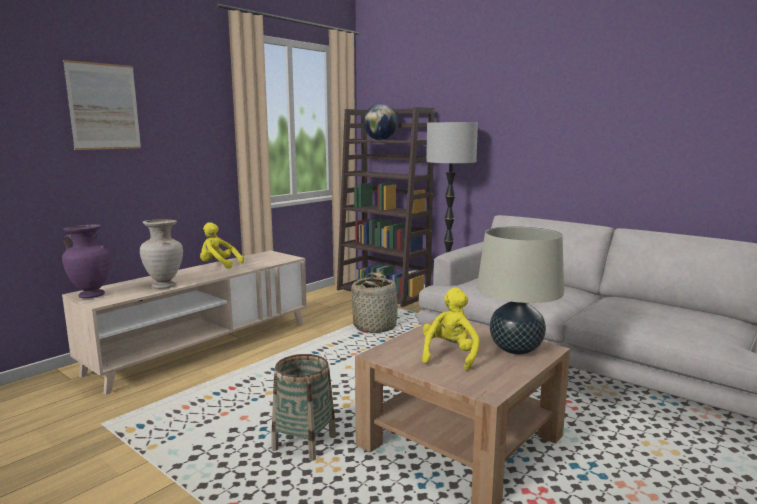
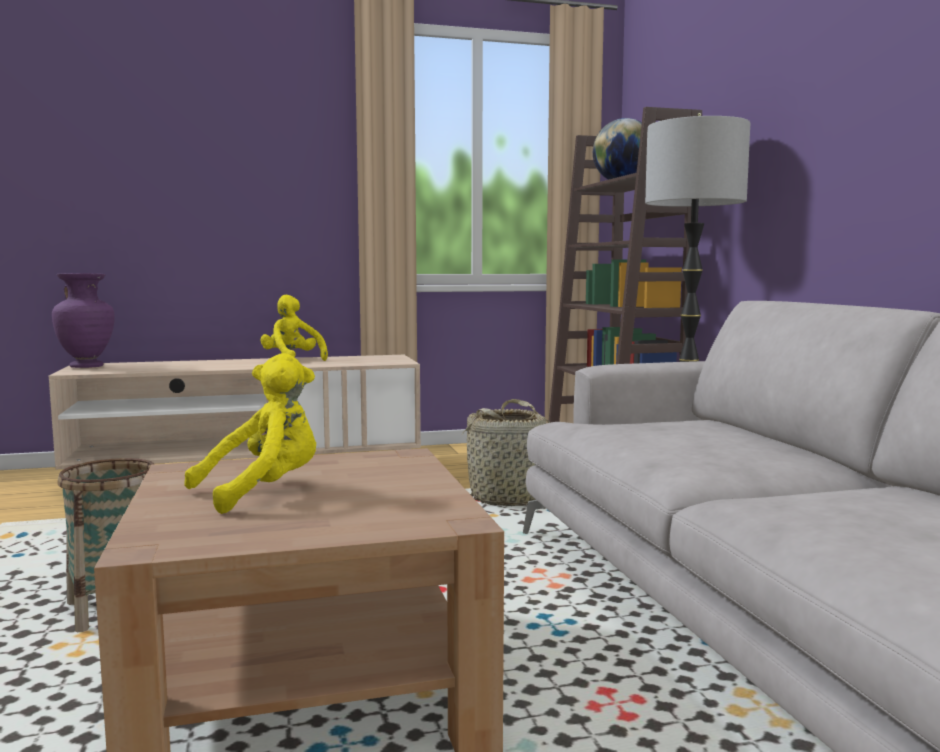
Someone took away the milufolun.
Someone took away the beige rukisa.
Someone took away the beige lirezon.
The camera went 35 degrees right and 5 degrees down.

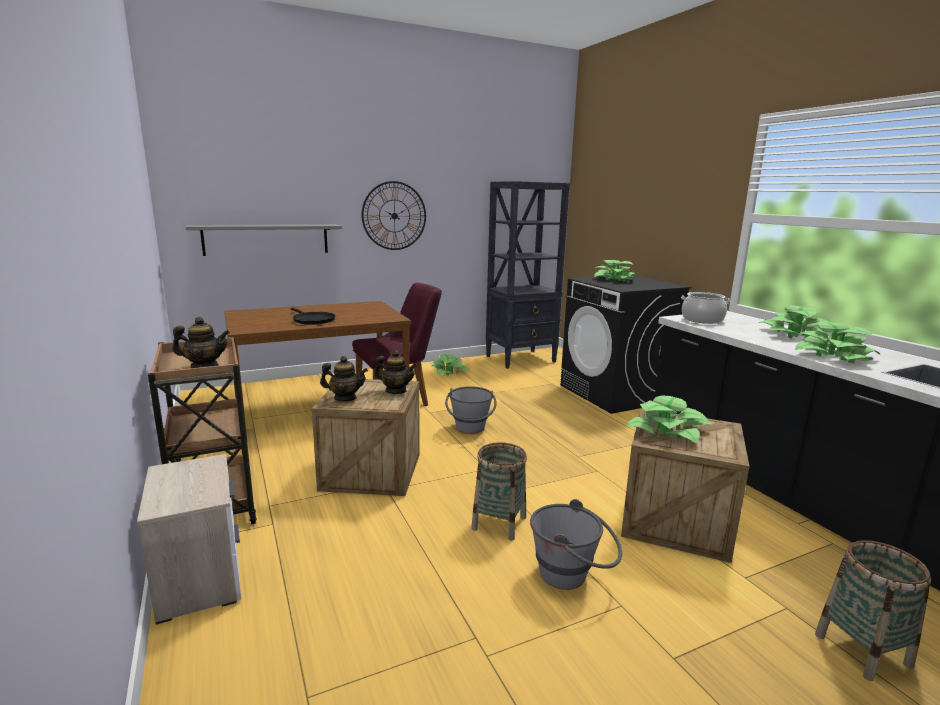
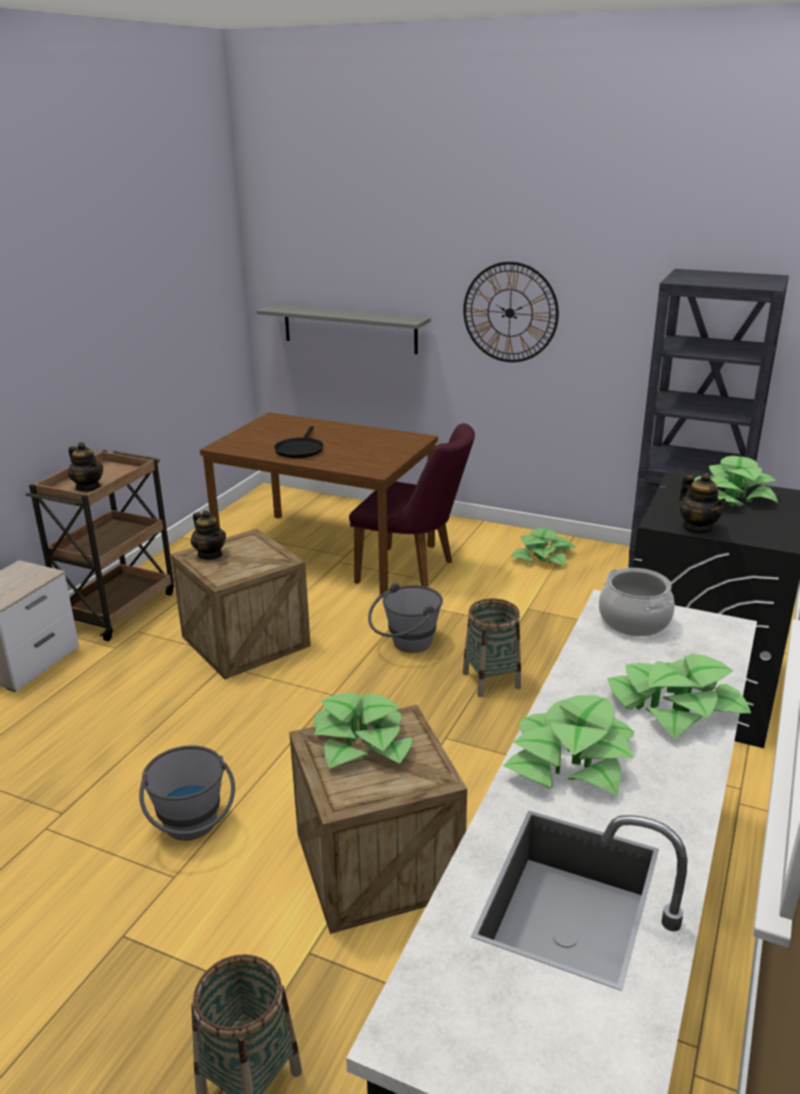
Someone carried the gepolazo (3rd from left).
Someone carried the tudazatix (1st from left in the first image).
The camera went 50 degrees right and 10 degrees up.

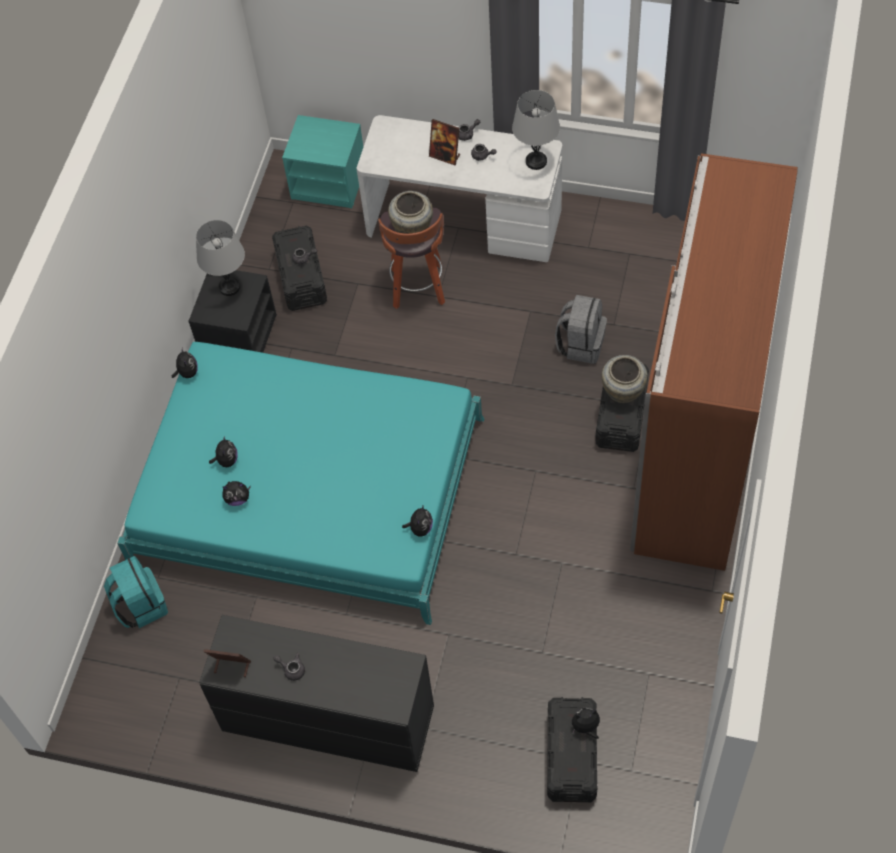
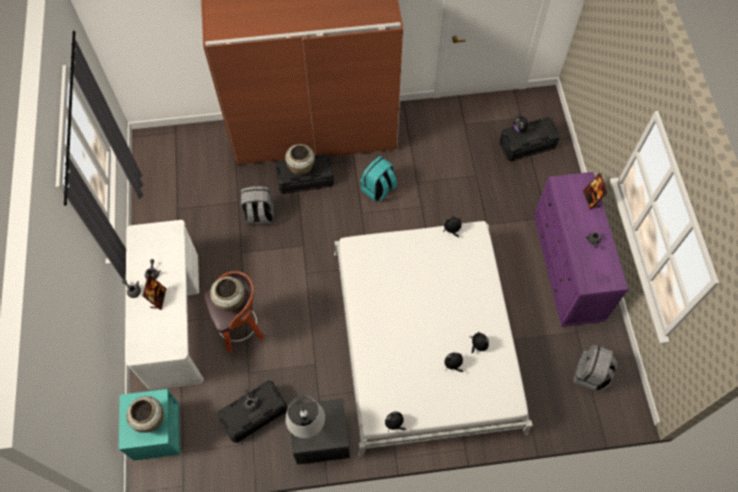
Someone carried the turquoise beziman.
Someone repainted the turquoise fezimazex, which became the white fezimazex.
Someone repainted the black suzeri, which became the purple suzeri.
Someone carried the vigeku (1st from left in the first image).
Someone took away the grey lirezon (2nd from left).
Someone put down the beige rukisa (1st from left).
Someone put down the grey beziman (2nd from left).
The camera went 115 degrees left and 5 degrees up.

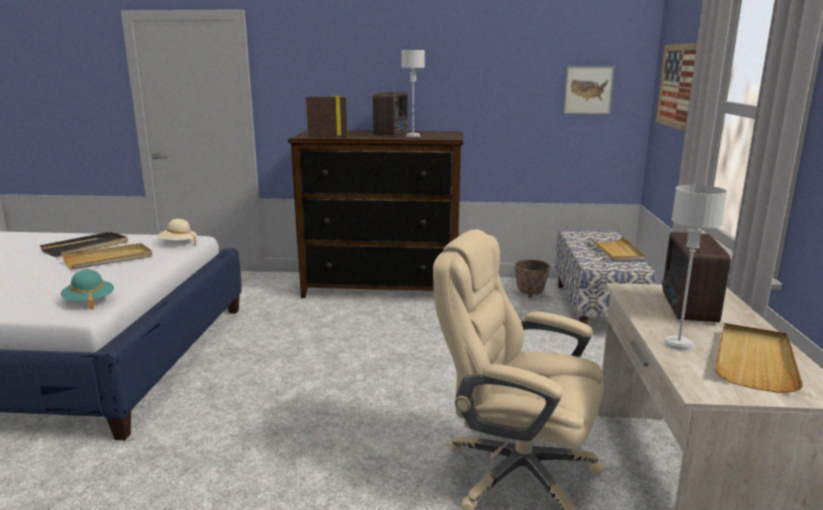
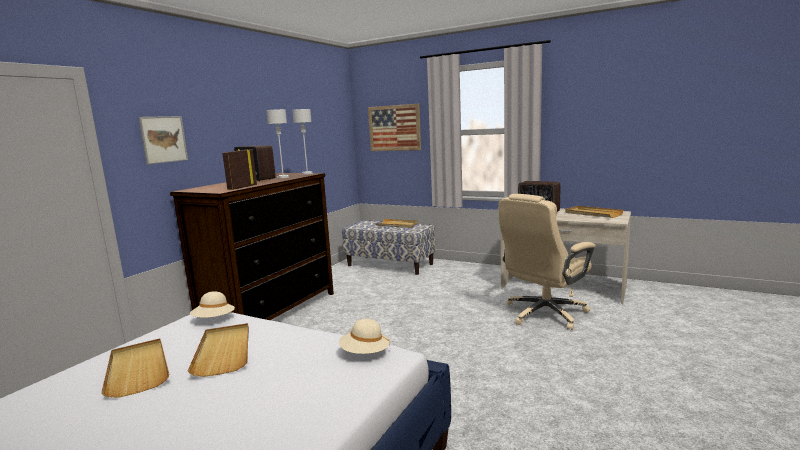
Someone repainted the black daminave, which became the beige daminave (1st from left).
Someone repainted the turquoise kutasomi, which became the beige kutasomi (2nd from left).
Someone took away the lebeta.
Someone carried the milufolun (1st from left).
Someone carried the grey lirezon (2nd from left).
The camera went 65 degrees left and 5 degrees down.

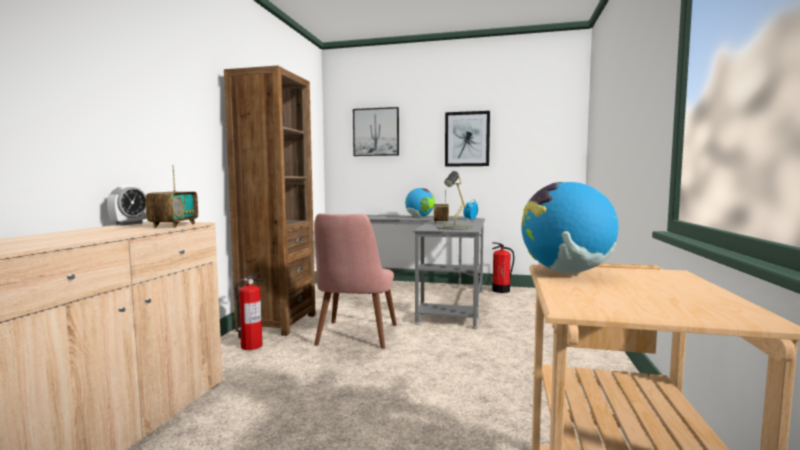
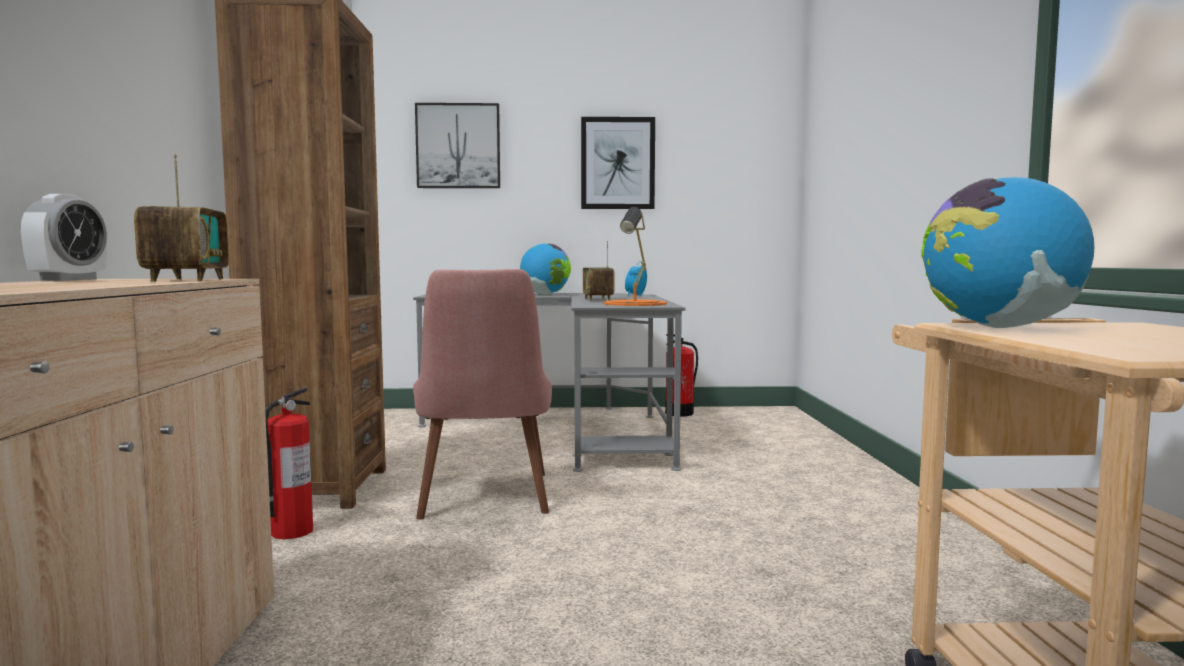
Someone repainted the grey lirezon, which became the orange lirezon.
The camera went 15 degrees left and 0 degrees up.

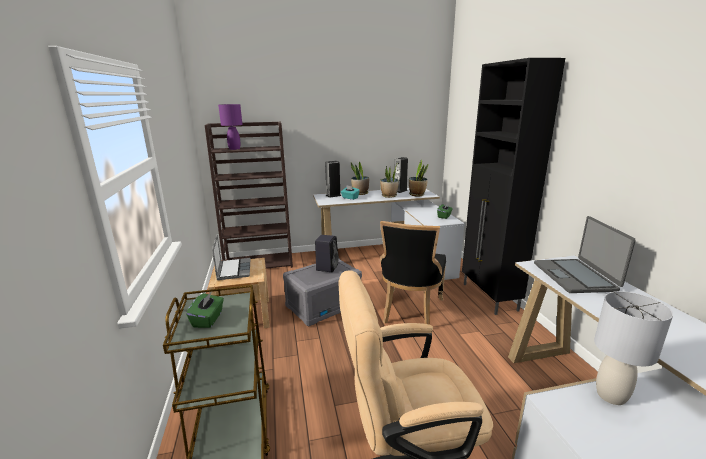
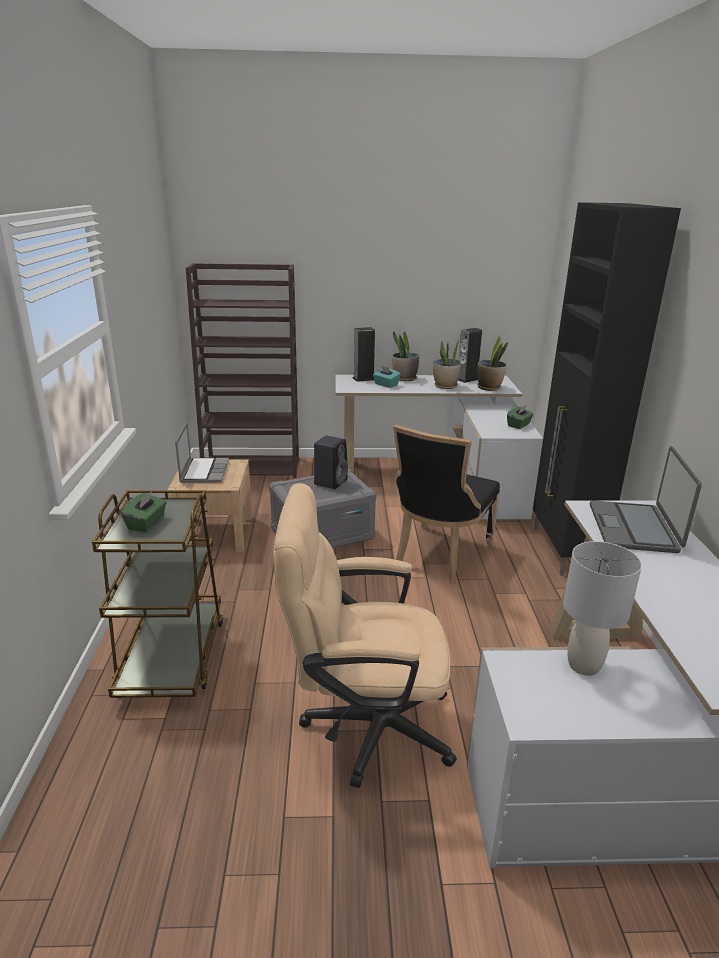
Someone took away the purple lirezon.
The camera went 10 degrees right and 5 degrees up.

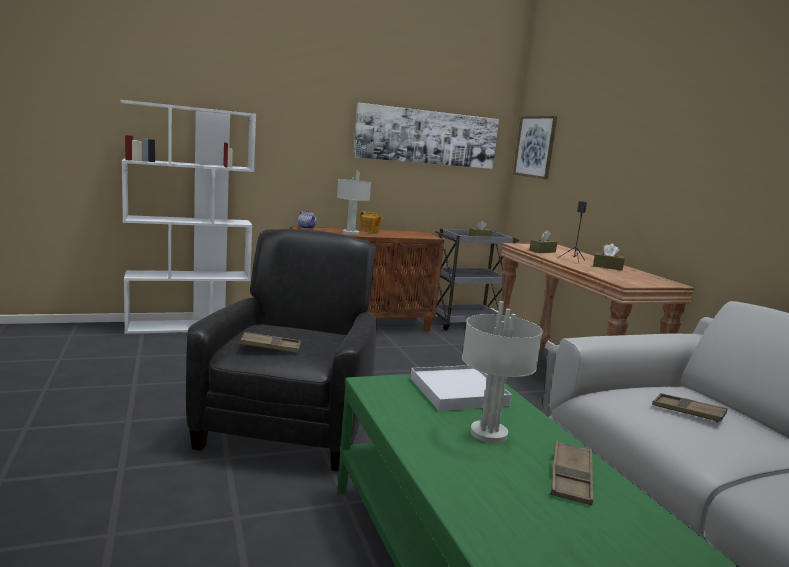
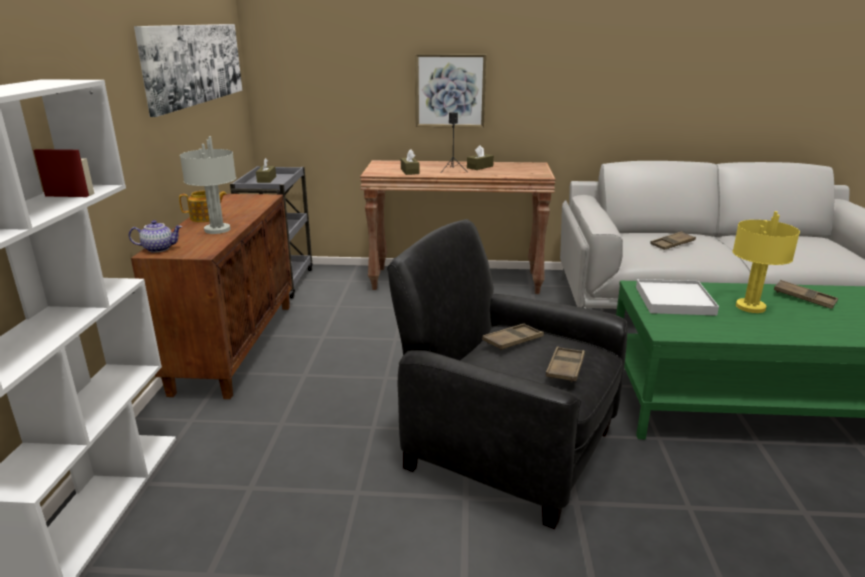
Someone repainted the grey lirezon (2nd from left), which became the yellow lirezon.
Someone carried the milufolun (2nd from left).
Someone put down the brown daminave (1st from left).
The camera went 65 degrees left and 10 degrees up.

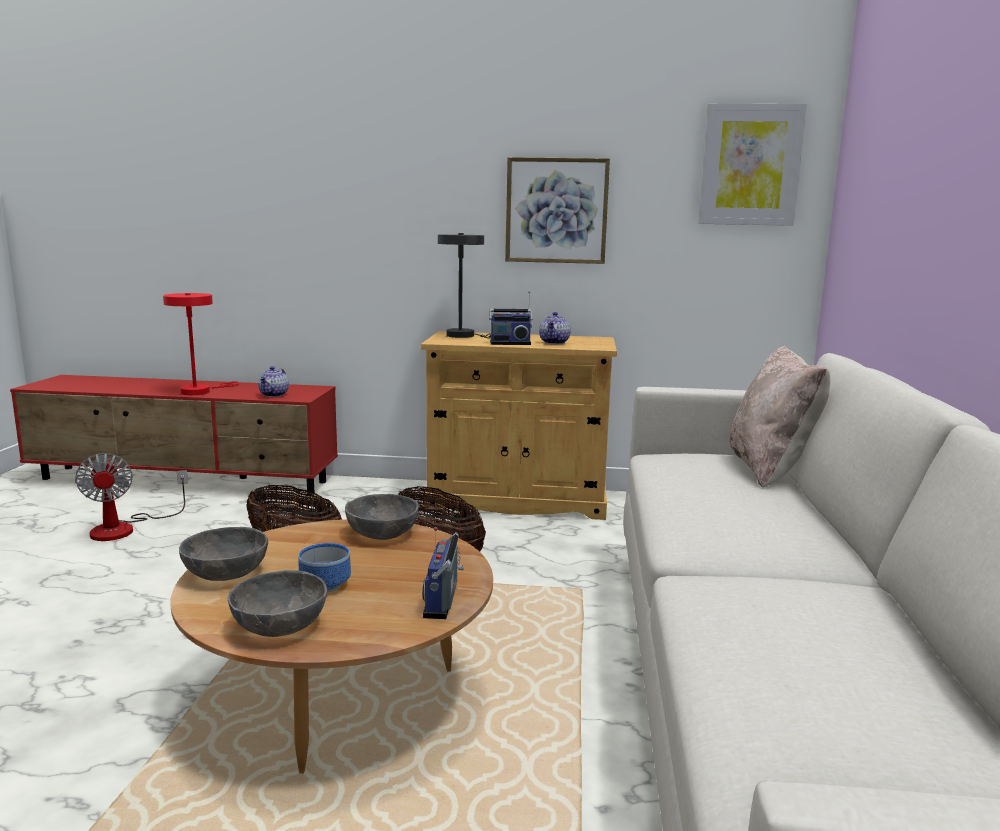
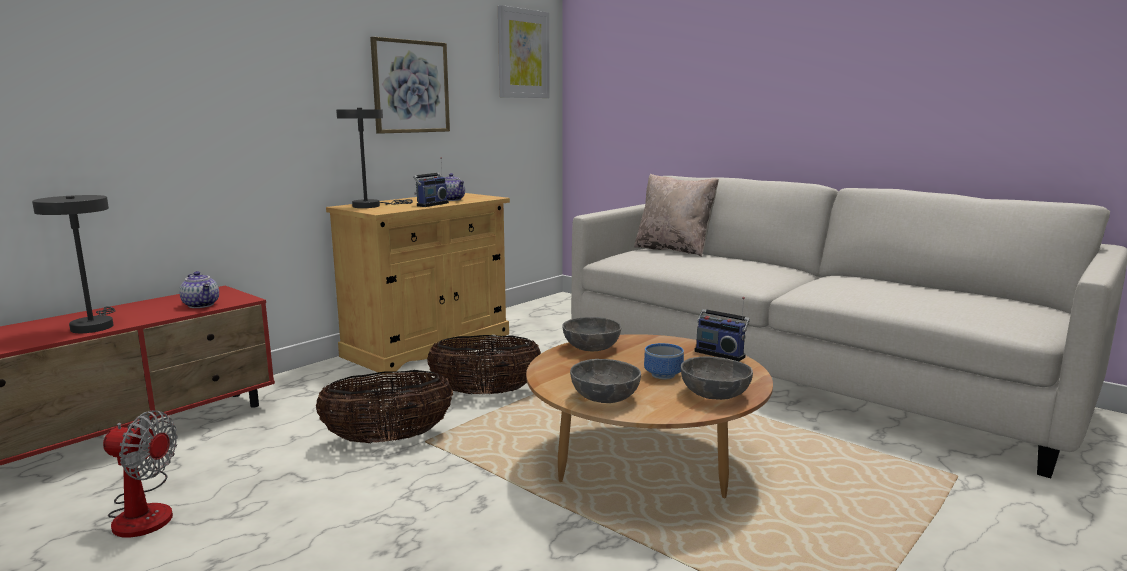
Someone repainted the red lirezon, which became the grey lirezon (1st from left).
The camera went 55 degrees left and 0 degrees up.

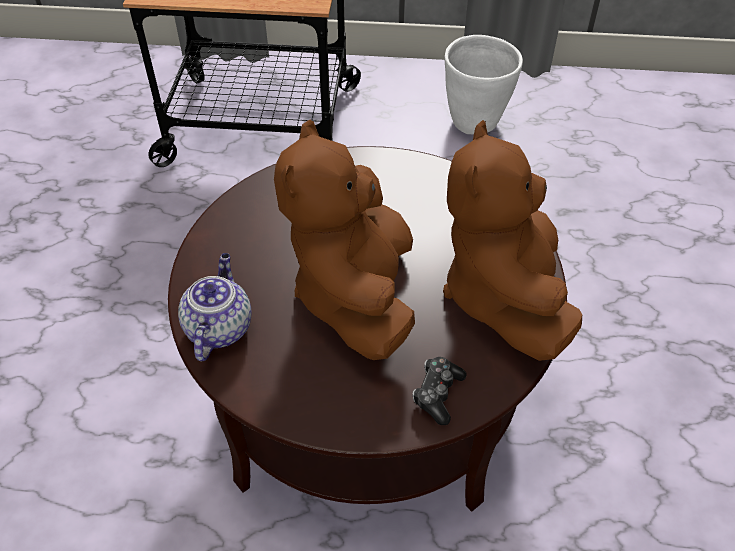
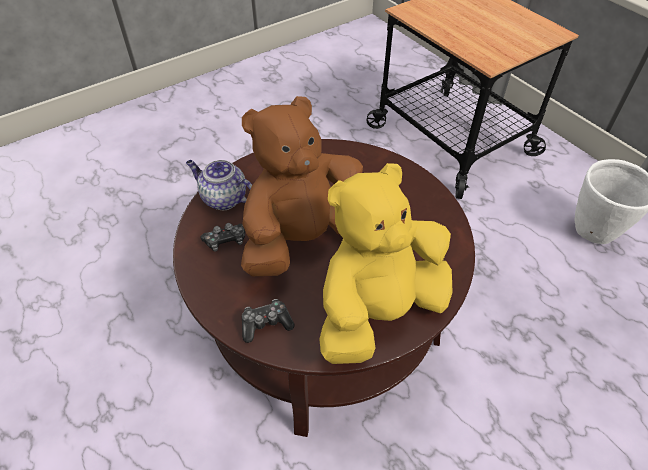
Someone rotated the gepolazo by 120 degrees counterclockwise.
Someone repainted the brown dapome (2nd from left), which became the yellow dapome.
Someone put down the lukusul (1st from left).
The camera went 50 degrees right and 0 degrees up.

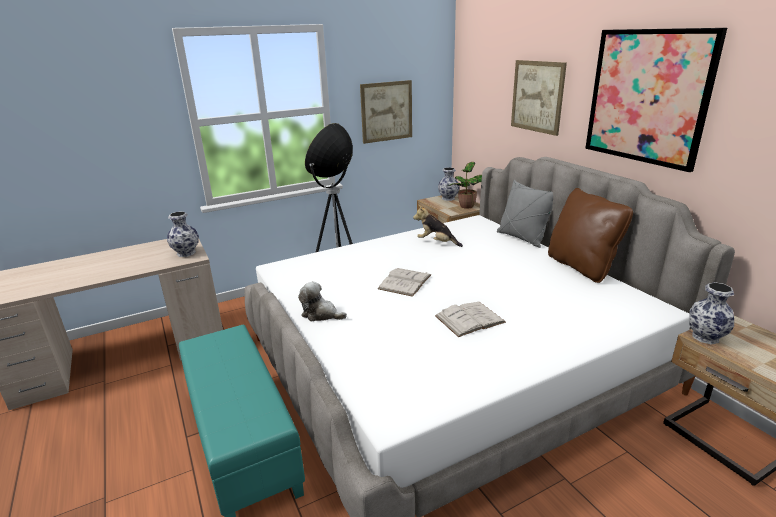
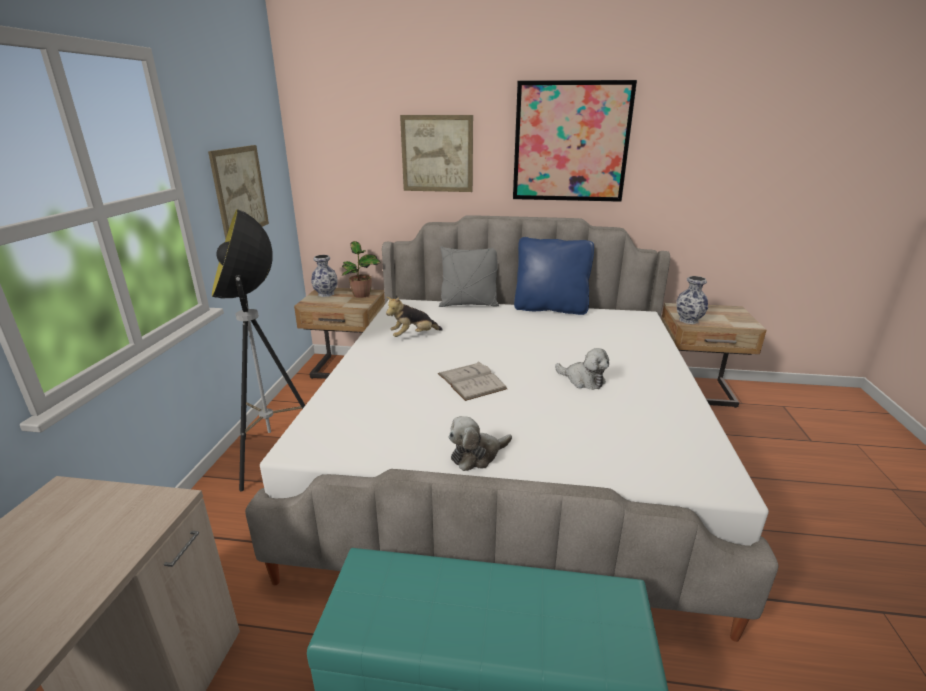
Someone took away the rukisa (1st from left).
Someone swapped the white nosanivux (2nd from left) for the dapome (3rd from left).
Someone repainted the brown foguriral, which became the blue foguriral.
The camera went 55 degrees left and 0 degrees up.

